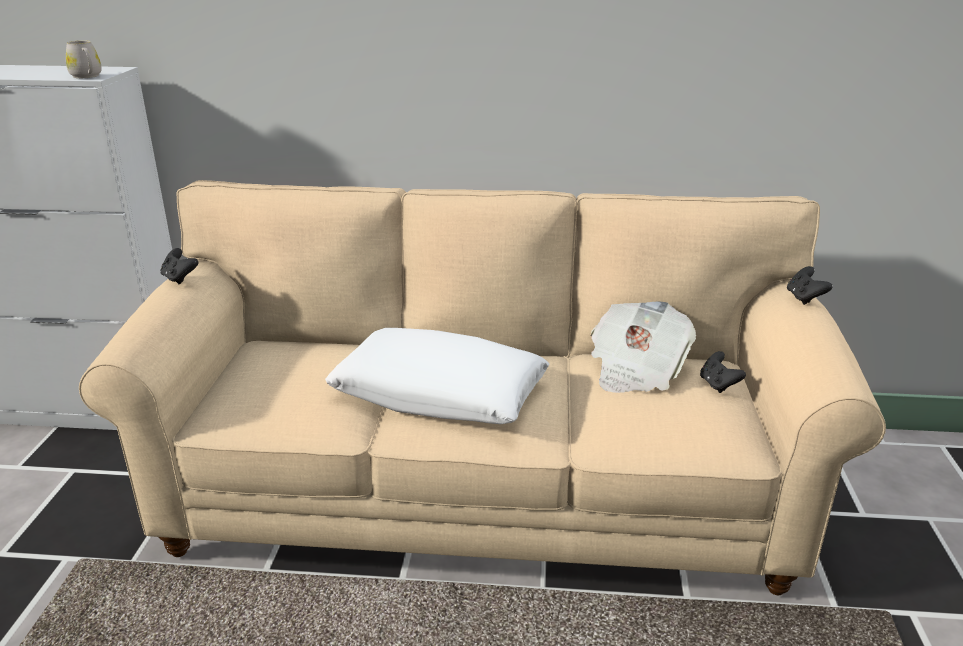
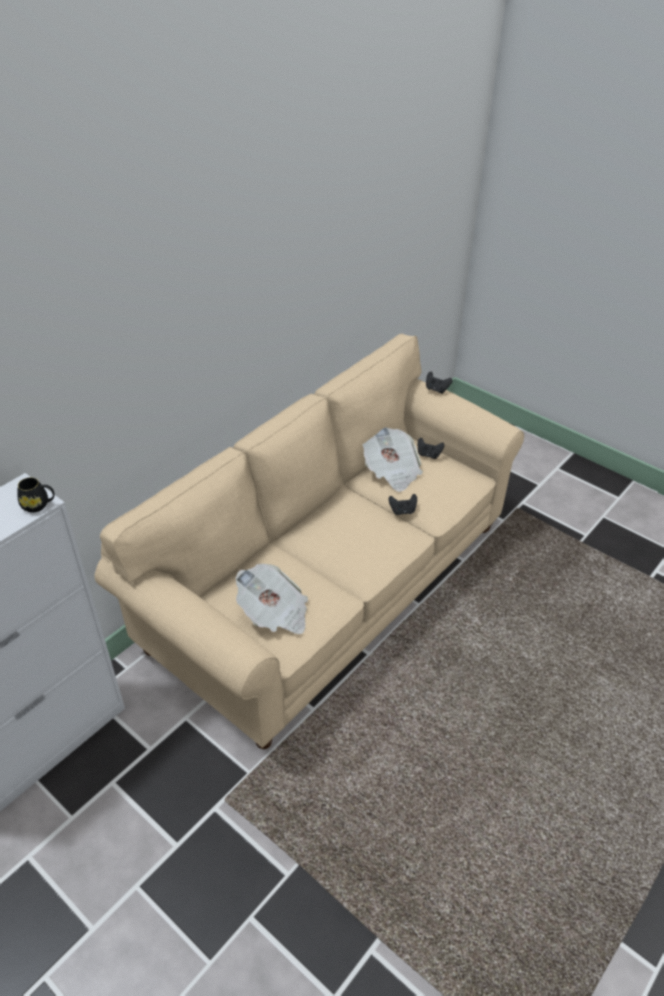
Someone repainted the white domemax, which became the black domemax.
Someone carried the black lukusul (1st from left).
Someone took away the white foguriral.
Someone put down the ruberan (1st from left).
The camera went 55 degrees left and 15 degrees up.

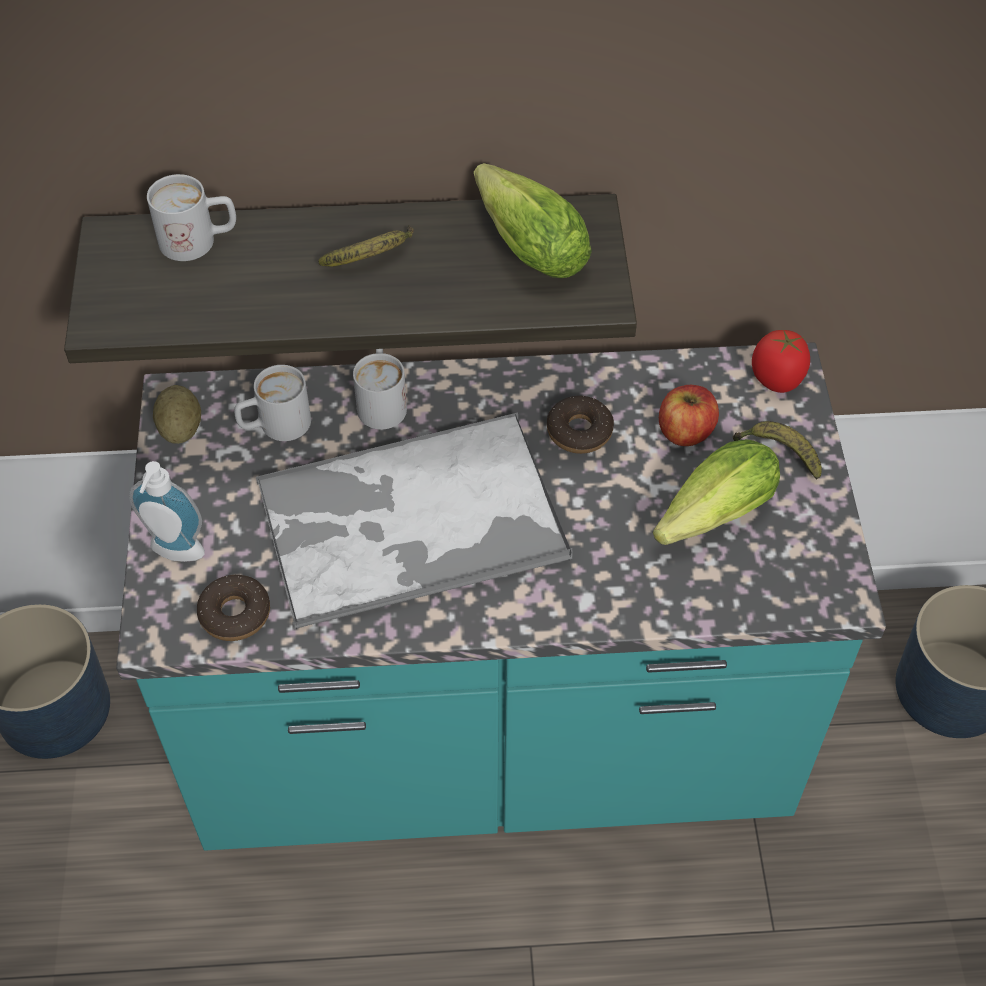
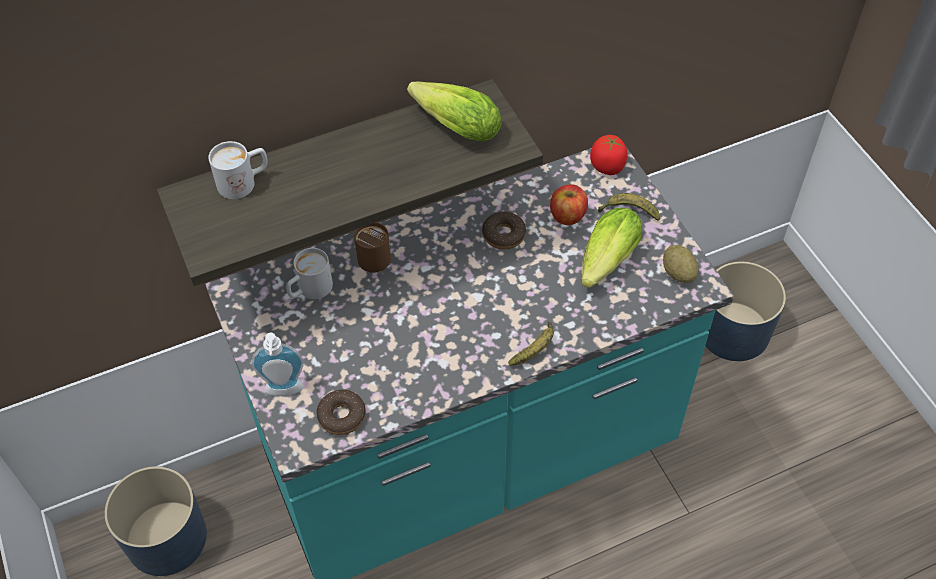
Someone carried the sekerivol.
Someone took away the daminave.
Someone carried the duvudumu (1st from left).
Someone repainted the white domemax (3rd from left), which became the brown domemax.
The camera went 20 degrees left and 0 degrees up.

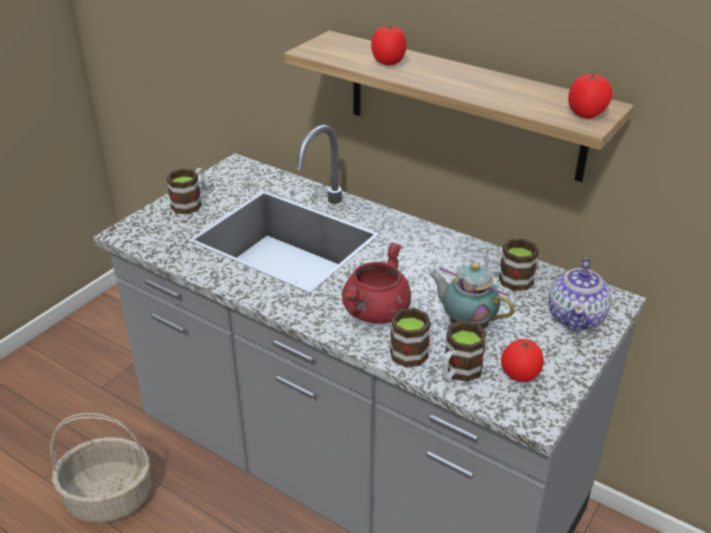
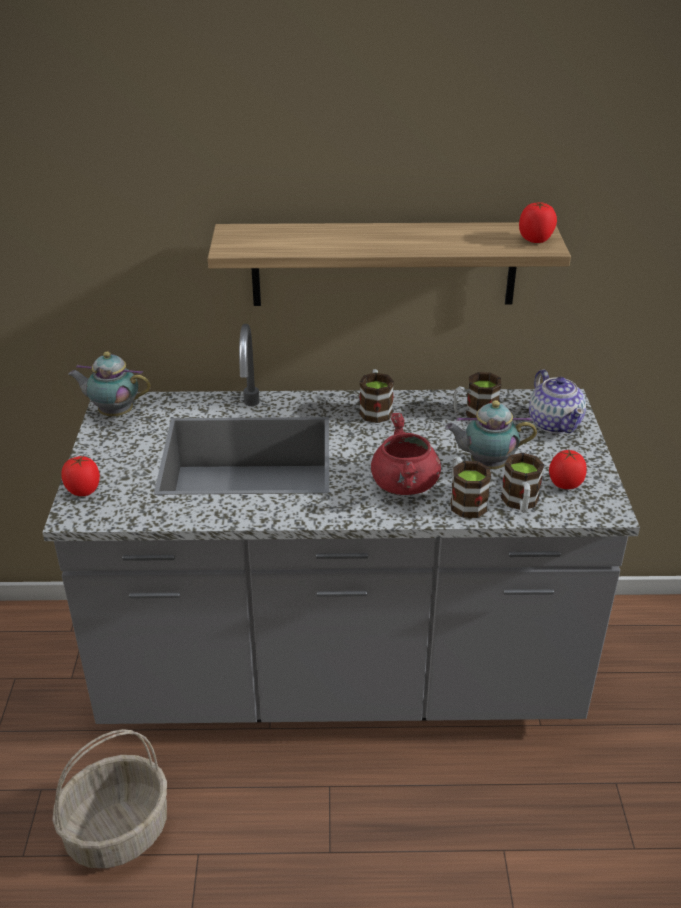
Someone carried the domemax (1st from left).
Someone carried the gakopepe (1st from left).
Someone put down the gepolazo (1st from left).
The camera went 35 degrees left and 0 degrees up.

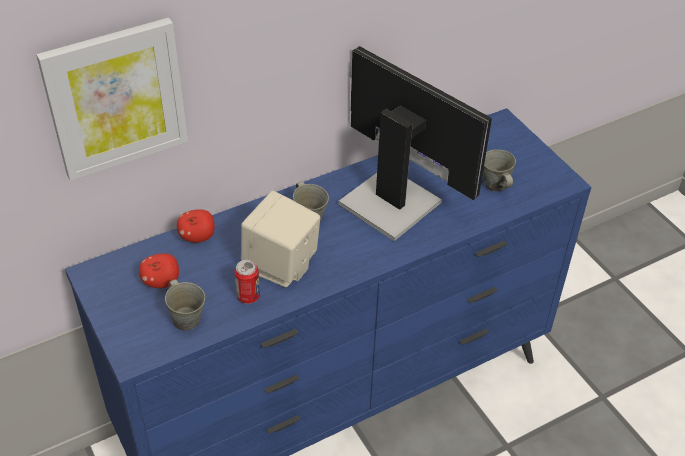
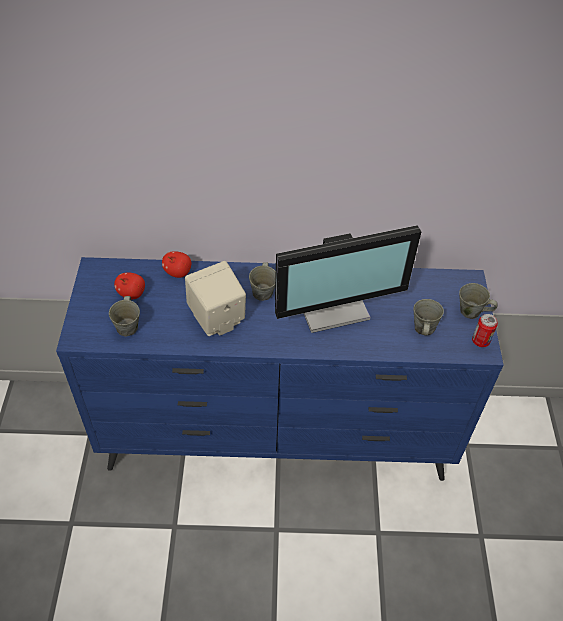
Someone took away the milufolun.
Someone carried the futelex.
Someone rotated the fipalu by 90 degrees clockwise.
Someone put down the grey domemax (4th from left).
The camera went 30 degrees right and 5 degrees up.

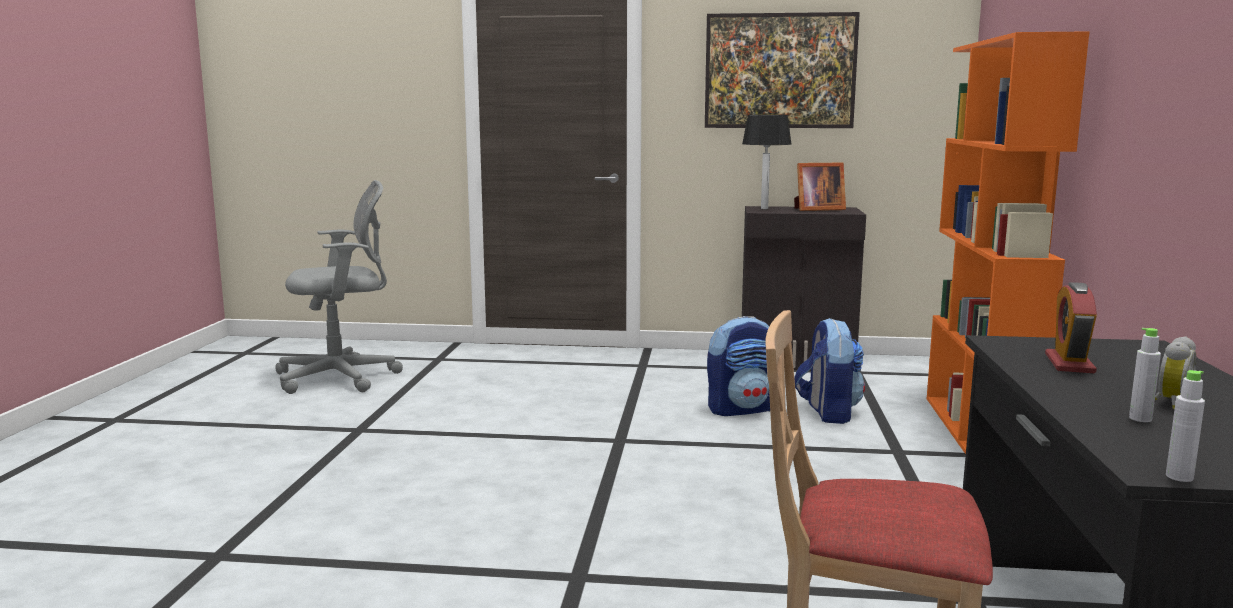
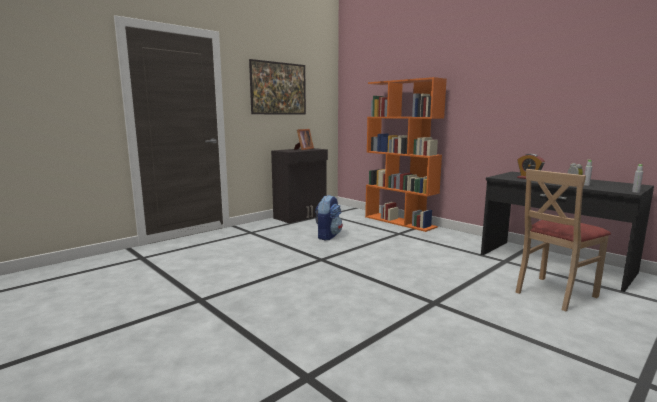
Someone took away the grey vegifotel.
Someone took away the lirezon.
Someone took away the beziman (2nd from left).
The camera went 50 degrees left and 0 degrees up.

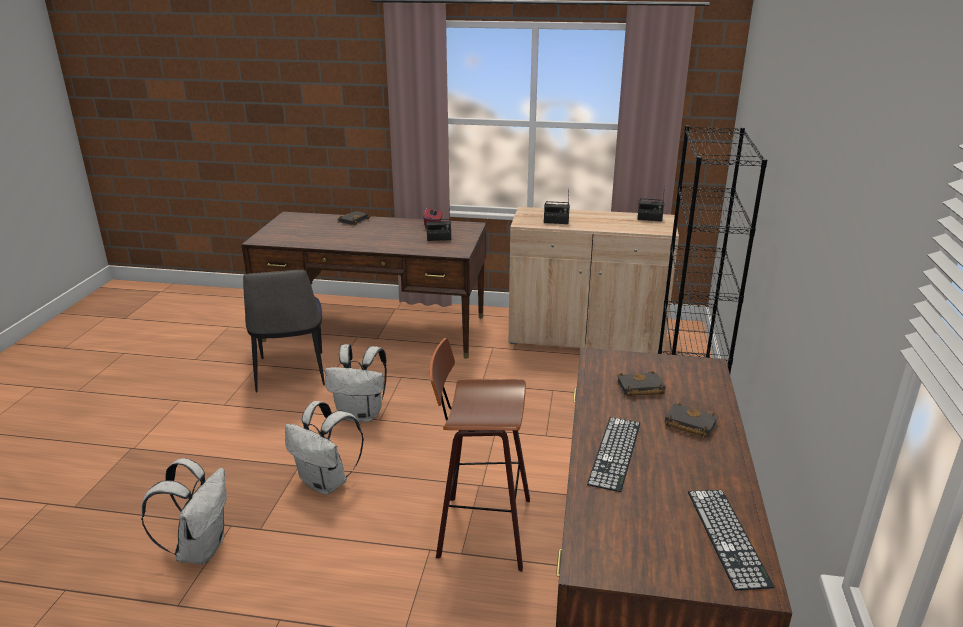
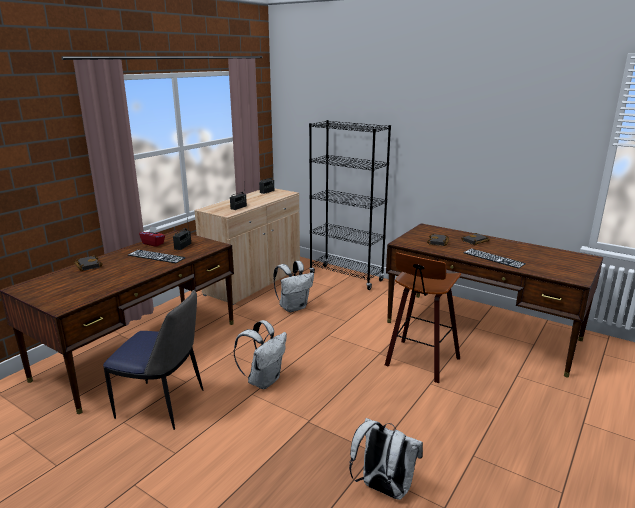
Someone carried the white beziman (2nd from left).
Someone carried the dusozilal (2nd from left in the first image).
The camera went 65 degrees left and 5 degrees down.

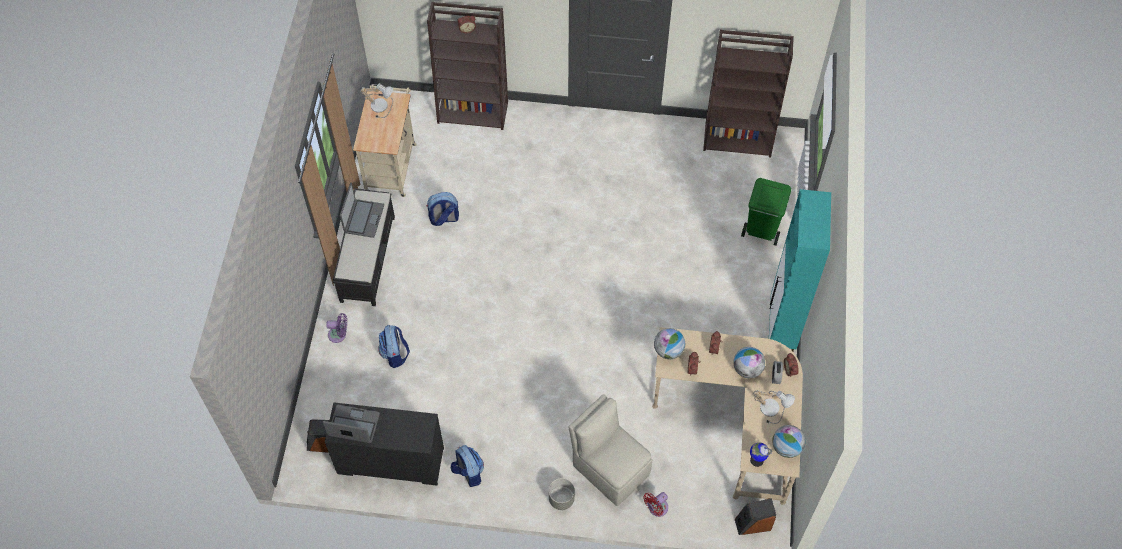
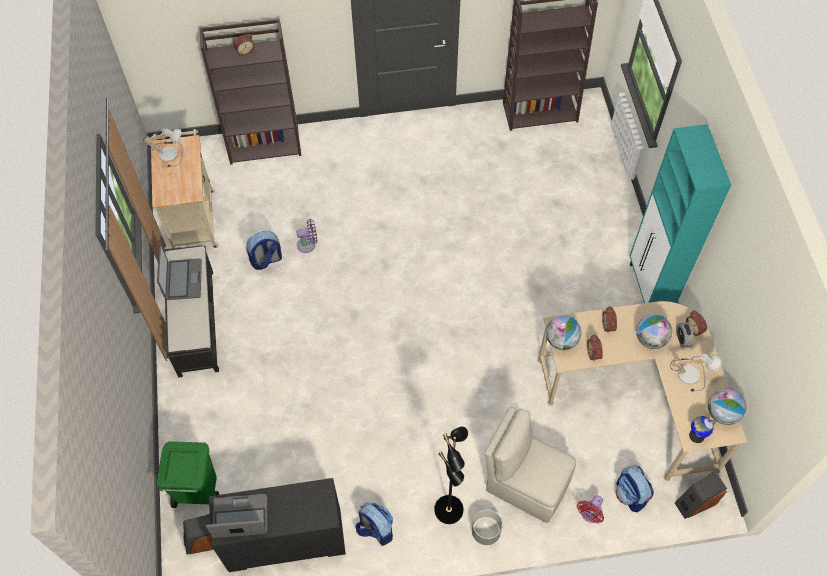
Someone carried the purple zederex.
Someone carried the beziman (1st from left in the first image).
Someone carried the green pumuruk.
Someone put down the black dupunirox.
The camera went 15 degrees left and 0 degrees up.

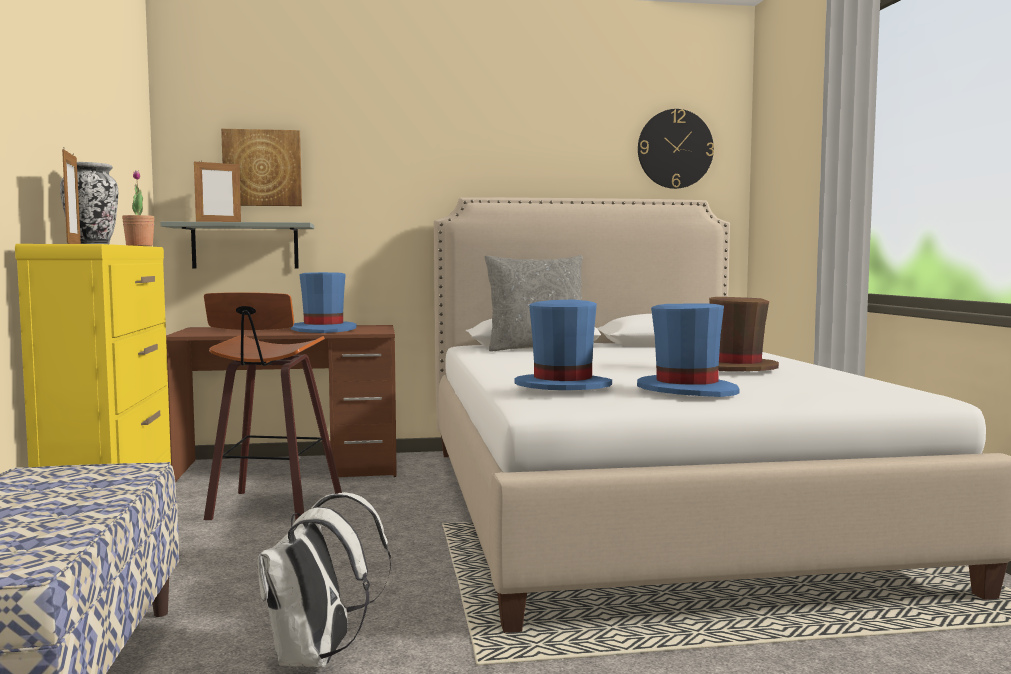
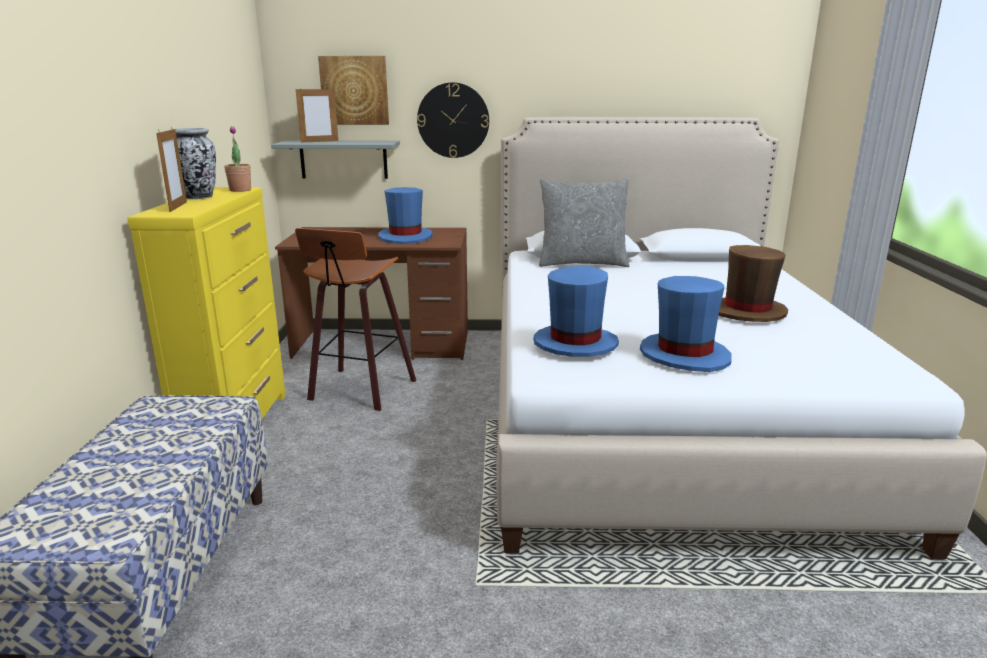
Someone took away the white beziman.
Someone carried the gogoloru.
The camera went 10 degrees right and 15 degrees up.

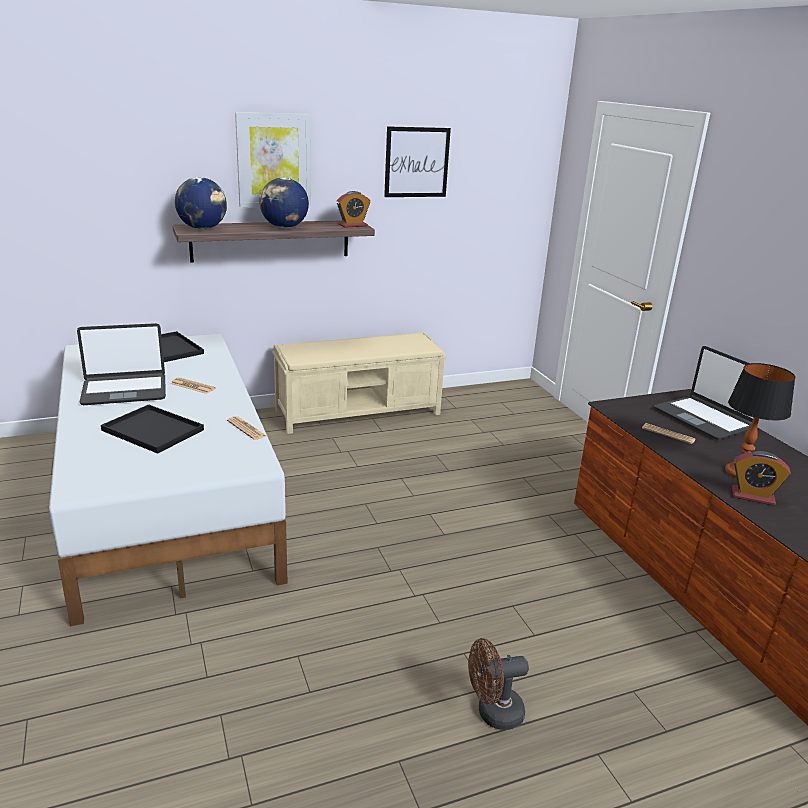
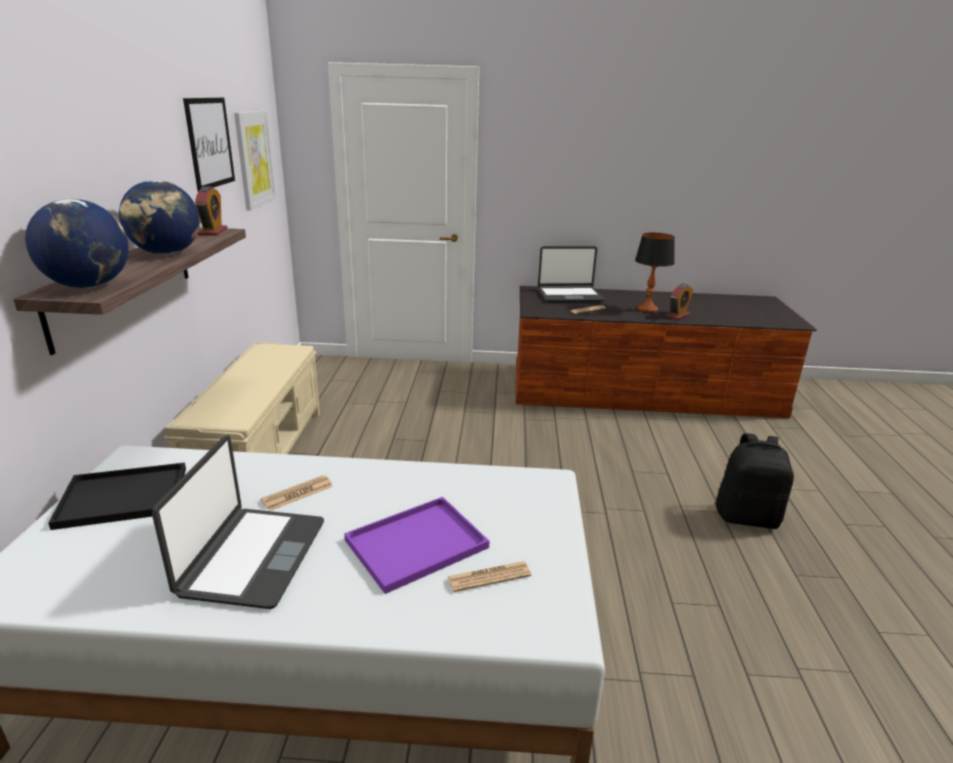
Someone repainted the black daminave (1st from left), which became the purple daminave.
Someone carried the ruberan (2nd from left).
Someone carried the milufolun (1st from left in the first image).
Someone swapped the brown zederex for the black beziman.
The camera went 65 degrees left and 0 degrees up.

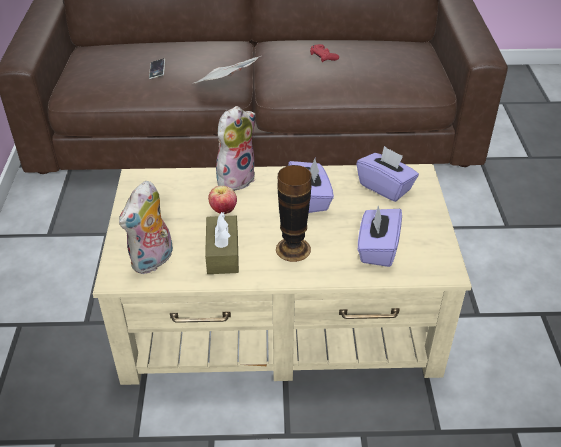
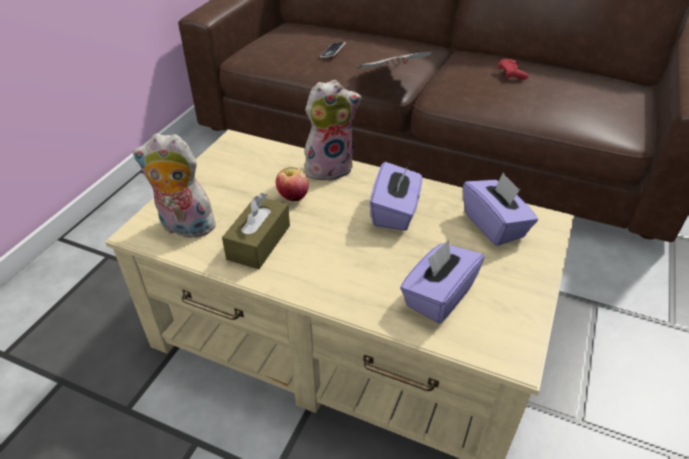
Someone rotated the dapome (1st from left) by 45 degrees clockwise.
Someone took away the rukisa.
The camera went 25 degrees right and 0 degrees up.

